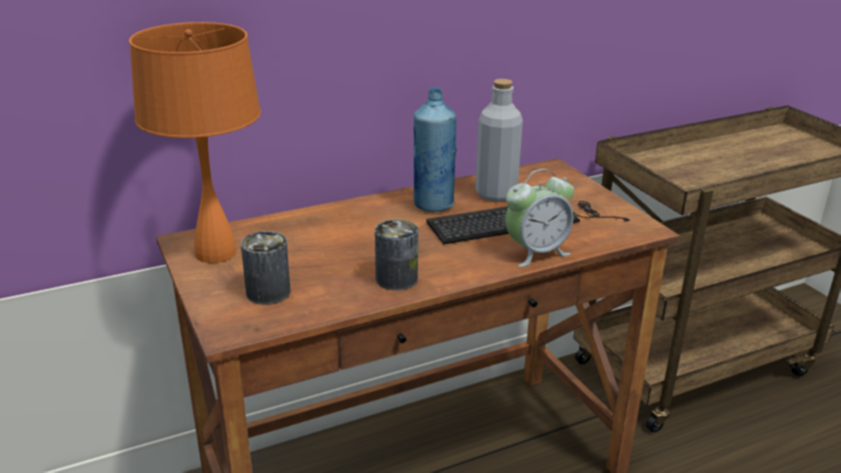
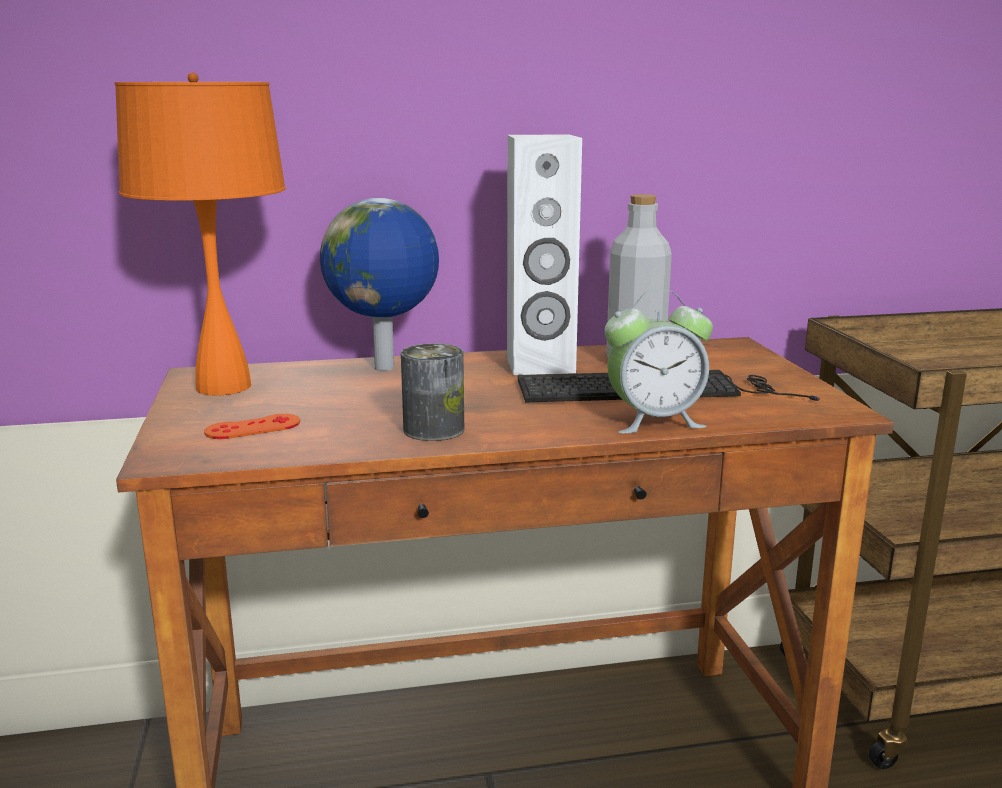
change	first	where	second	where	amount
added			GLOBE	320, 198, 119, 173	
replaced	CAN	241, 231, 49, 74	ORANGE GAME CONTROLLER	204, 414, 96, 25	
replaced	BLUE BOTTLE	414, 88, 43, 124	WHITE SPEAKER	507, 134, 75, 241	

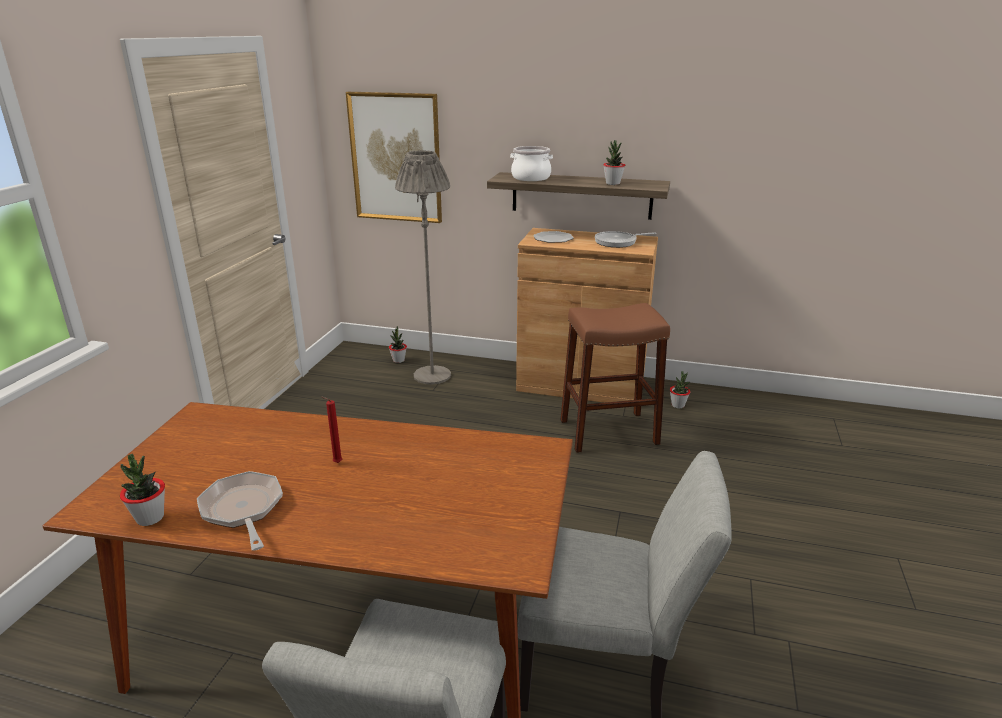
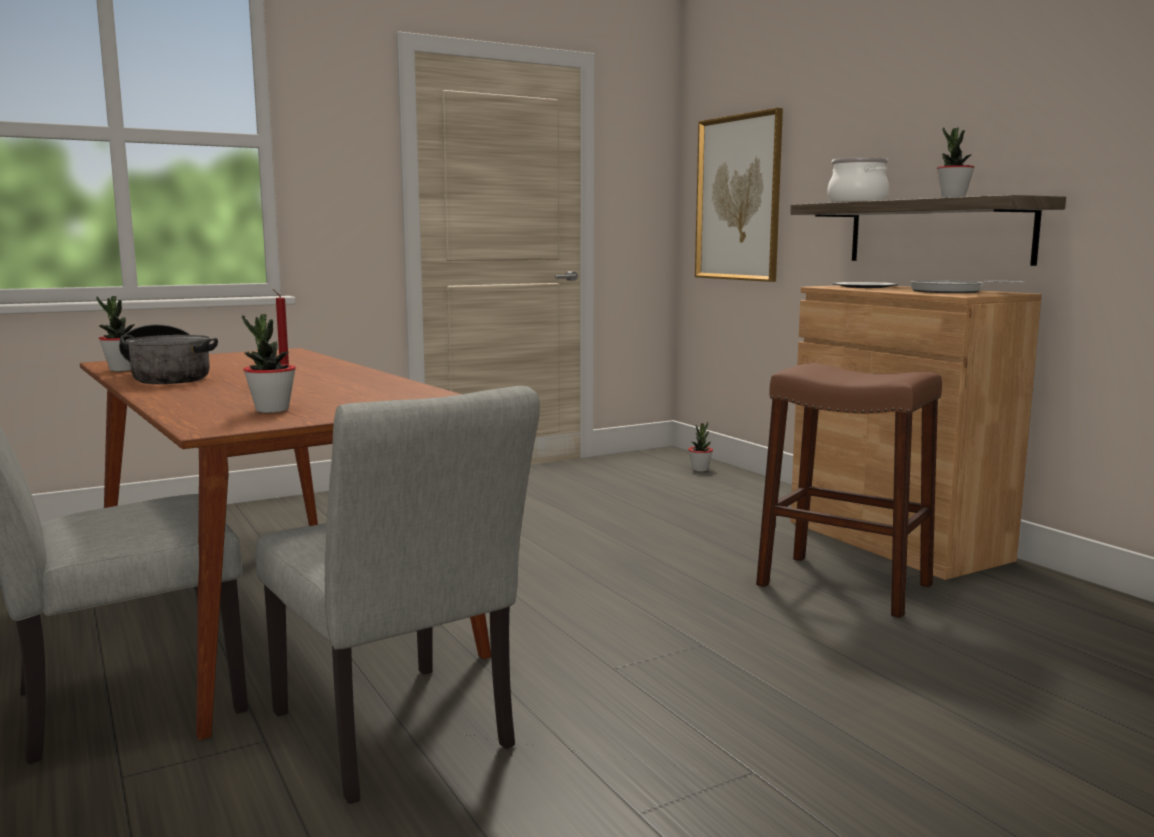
change	first	where	second	where	amount
removed	GREY FLOOR LAMP	395, 150, 56, 235			
moved	POTTED PLANT	670, 371, 20, 38		242, 314, 54, 99	
replaced	FRYING PAN	197, 471, 86, 80	COOKING POT	119, 324, 99, 60	

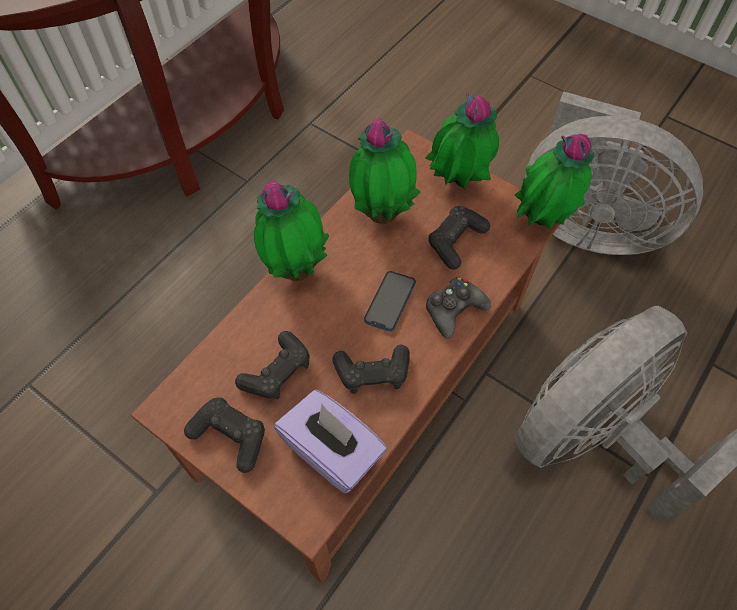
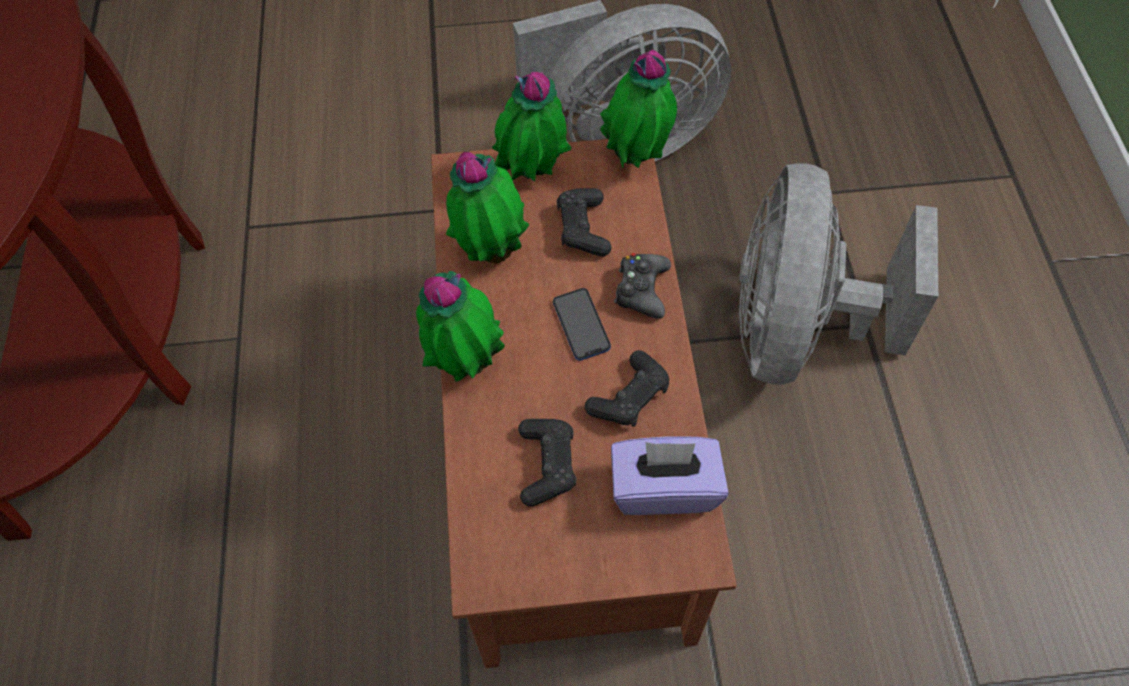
change	first	where	second	where	amount
removed	BLACK GAME CONTROLLER	184, 398, 81, 75			

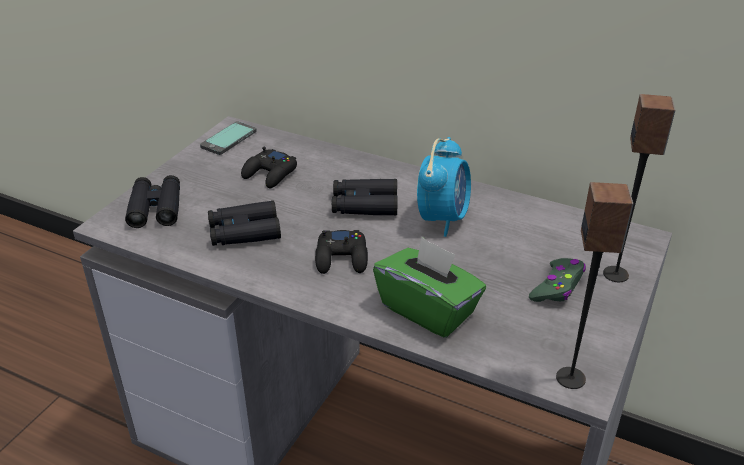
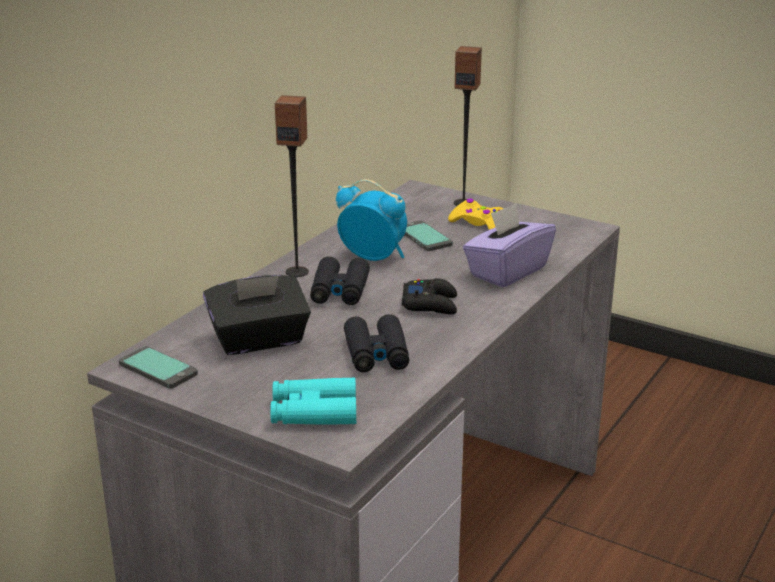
change	first	where	second	where	amount
added			PHONE	404, 220, 49, 31	
moved	SPEAKER	556, 182, 77, 207		275, 95, 34, 182	
replaced	BLACK GAME CONTROLLER	241, 147, 56, 41	BLACK TISSUE BOX	203, 275, 108, 80	
recoloured	BLACK BINOCULARS	125, 175, 55, 53	TURQUOISE BINOCULARS	270, 377, 86, 48	
recoloured	GREEN TISSUE BOX	373, 237, 113, 101	PURPLE TISSUE BOX	463, 203, 93, 84	
recoloured	GREEN GAME CONTROLLER	529, 258, 57, 44	YELLOW GAME CONTROLLER	448, 198, 56, 32	

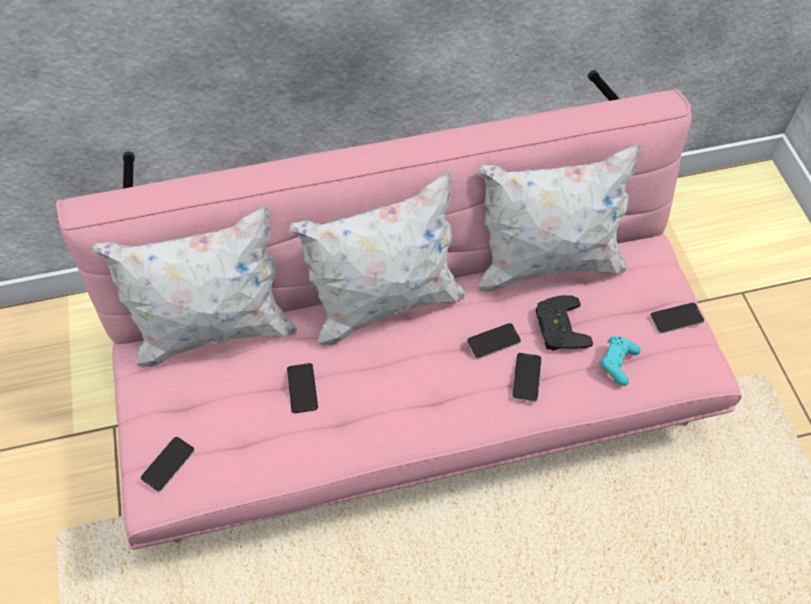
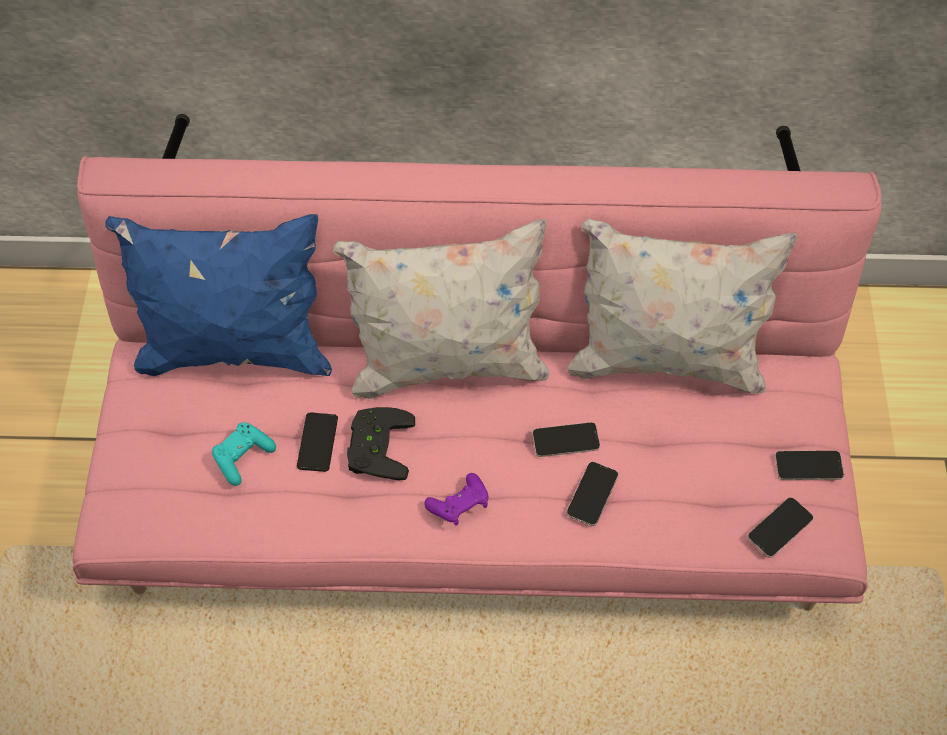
change	first	where	second	where	amount
added			PURPLE GAME CONTROLLER	424, 473, 64, 53	
moved	PHONE	140, 436, 55, 56		747, 497, 67, 61	
moved	BLACK GAME CONTROLLER	535, 295, 58, 56		347, 407, 68, 73	
moved	TURQUOISE GAME CONTROLLER	599, 336, 42, 50		212, 422, 64, 64	
recoloured	WHITE PILLOW	92, 206, 205, 161	BLUE PILLOW	105, 214, 227, 162	

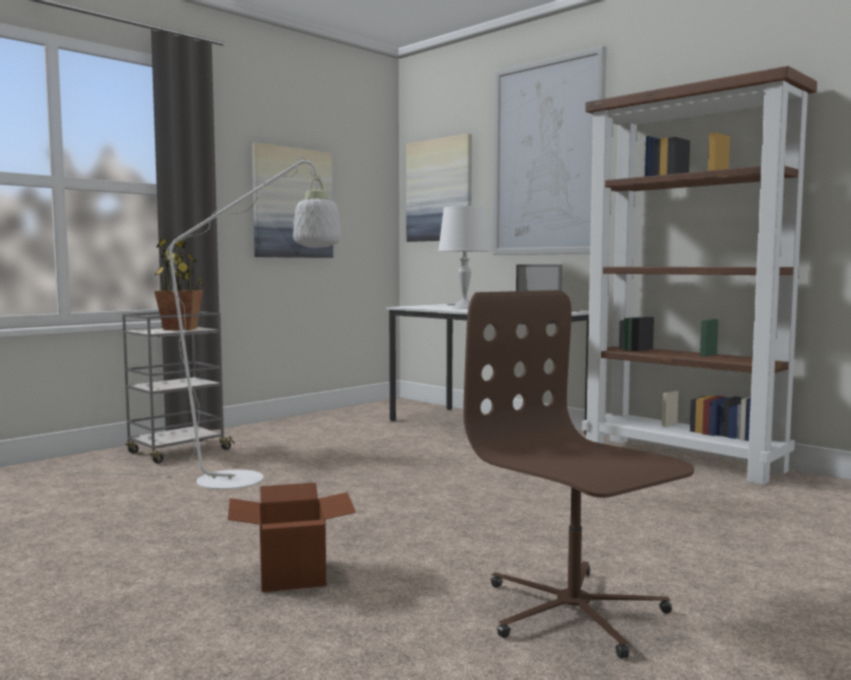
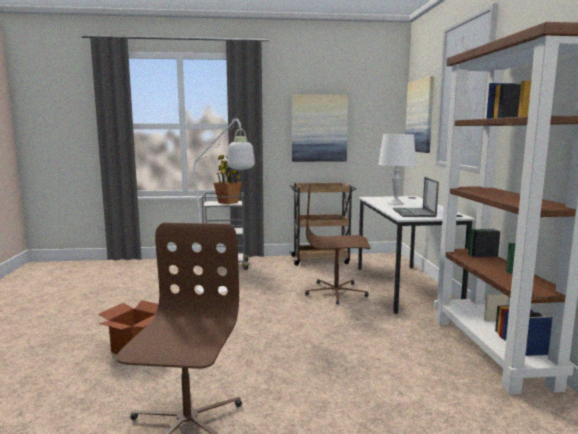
change	first	where	second	where	amount
added			BROWN CART	289, 183, 67, 83	
added			BROWN OFFICE CHAIR	305, 184, 66, 120	

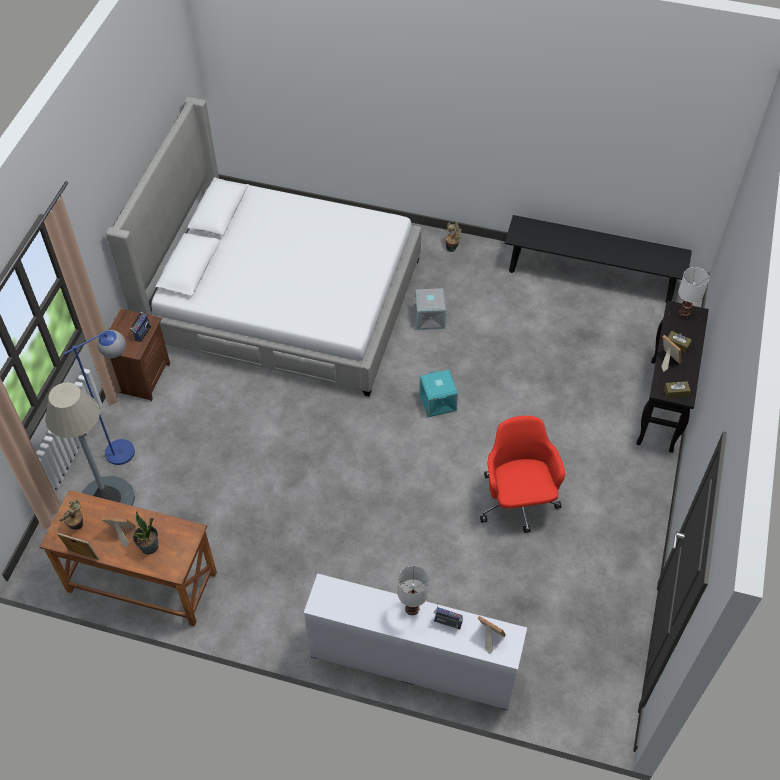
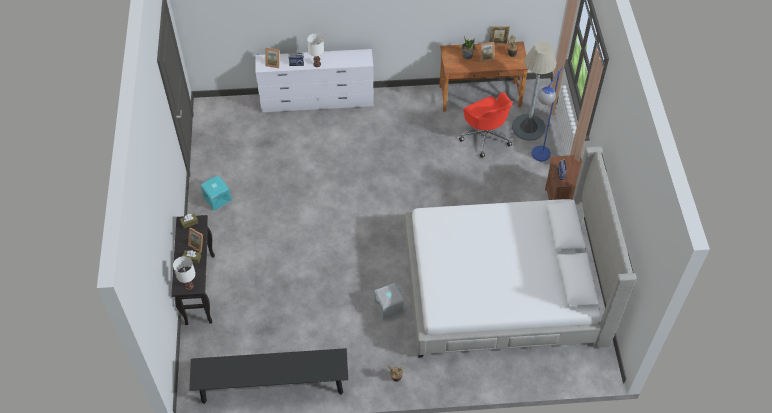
change	first	where	second	where	amount
moved	TURQUOISE STORAGE BOX	419, 370, 39, 47		200, 175, 32, 36	
moved	RED OFFICE CHAIR	480, 416, 86, 117		459, 92, 54, 66	

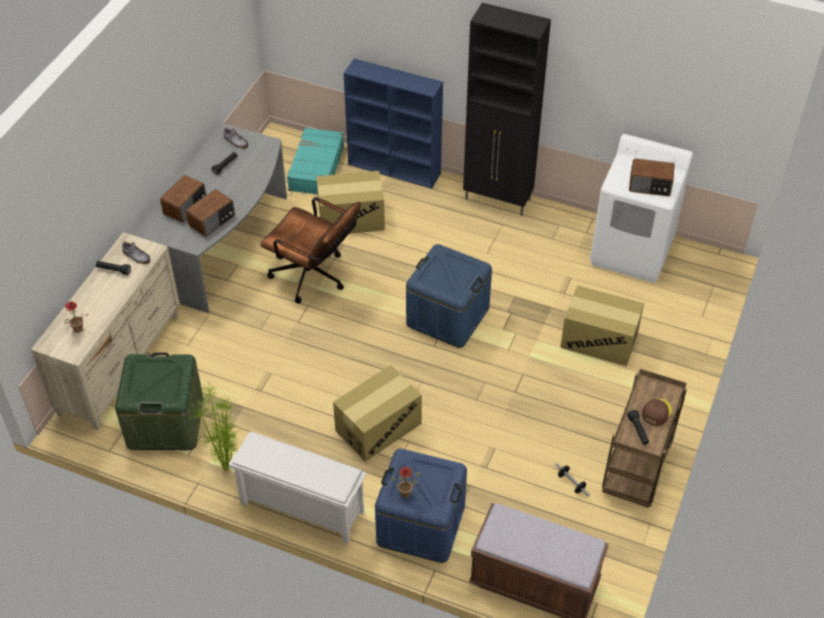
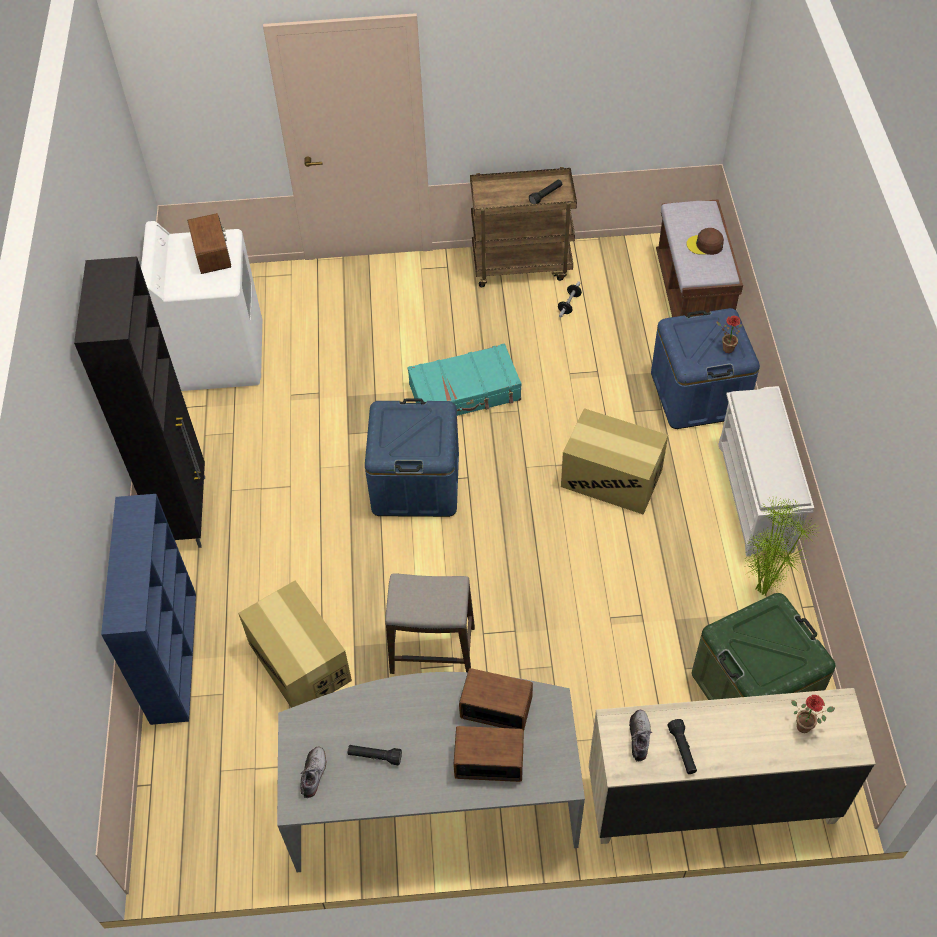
change	first	where	second	where	amount
removed	CARDBOARD BOX	560, 285, 84, 81			
moved	TURQUOISE SUITCASE	286, 127, 58, 67		407, 343, 114, 73	
moved	BROWN CAP	642, 398, 30, 28		686, 228, 38, 27	
replaced	BROWN OFFICE CHAIR	260, 197, 101, 107	STOOL	385, 573, 90, 101	

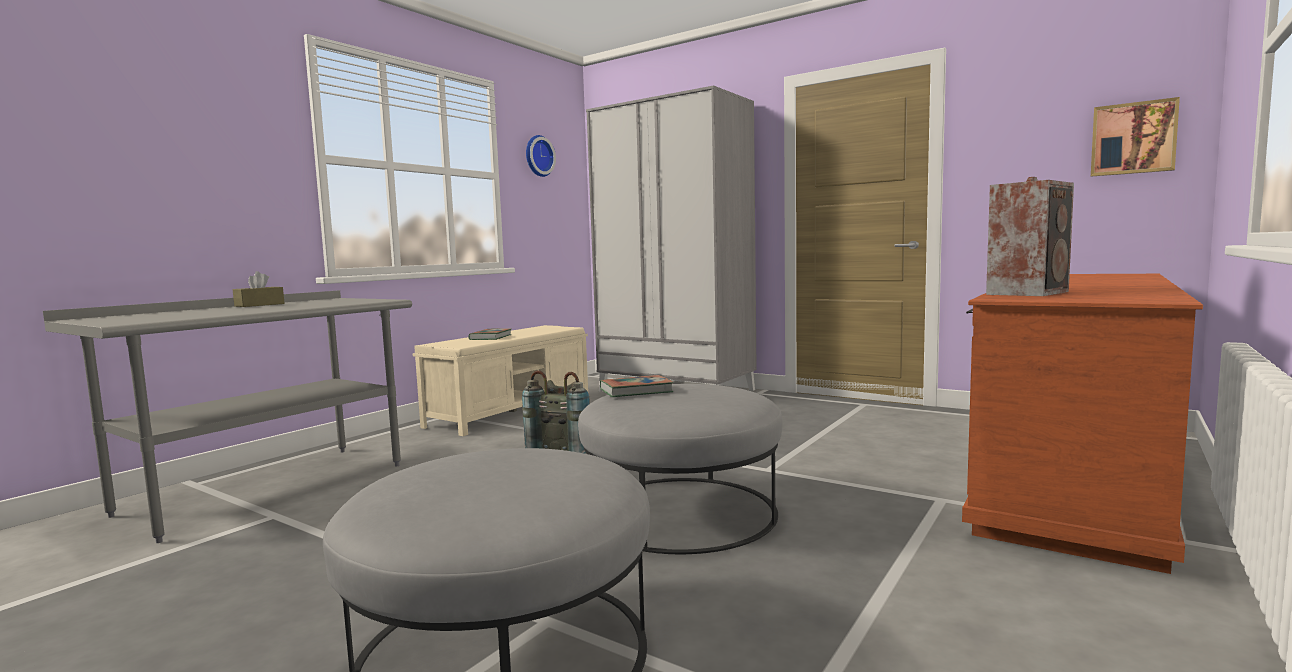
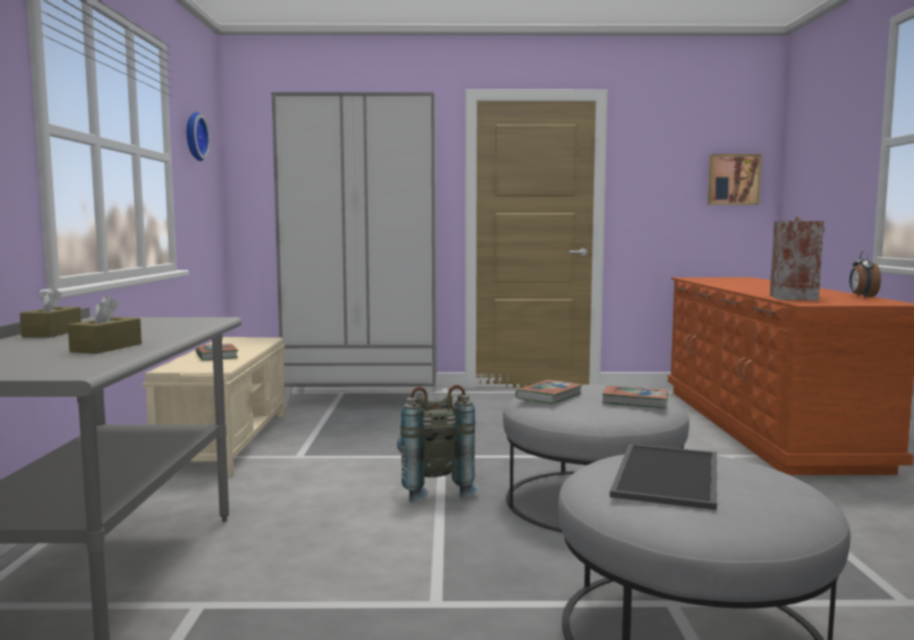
change	first	where	second	where	amount
added			BROWN TISSUE BOX	68, 295, 74, 59	
added			BOOK	602, 385, 66, 24	
added			TRAY	610, 444, 107, 66	
added			ALARM CLOCK	849, 251, 32, 47	

